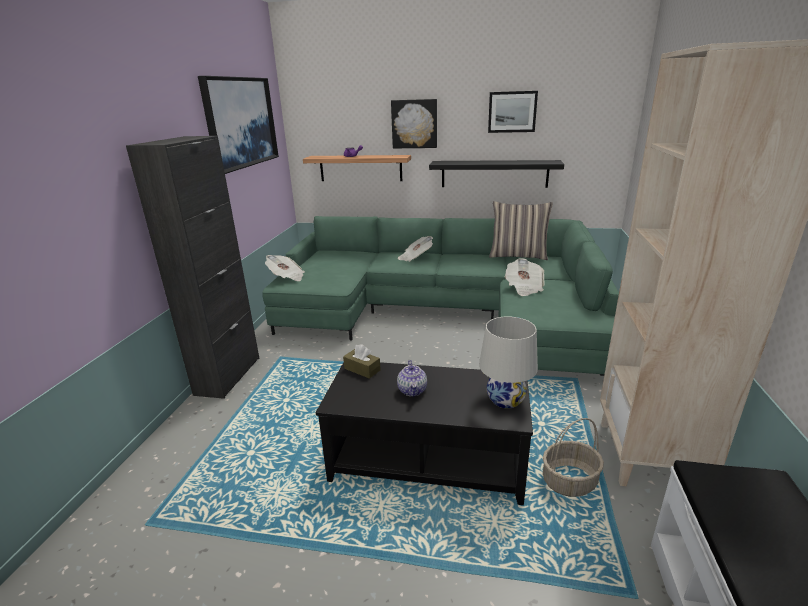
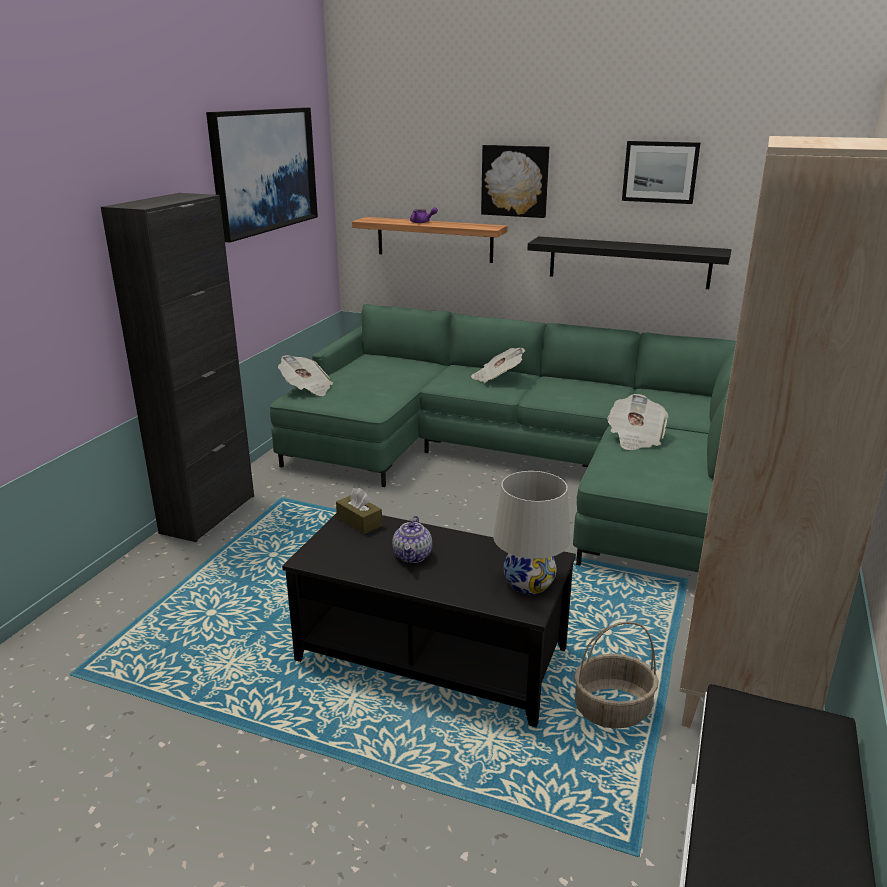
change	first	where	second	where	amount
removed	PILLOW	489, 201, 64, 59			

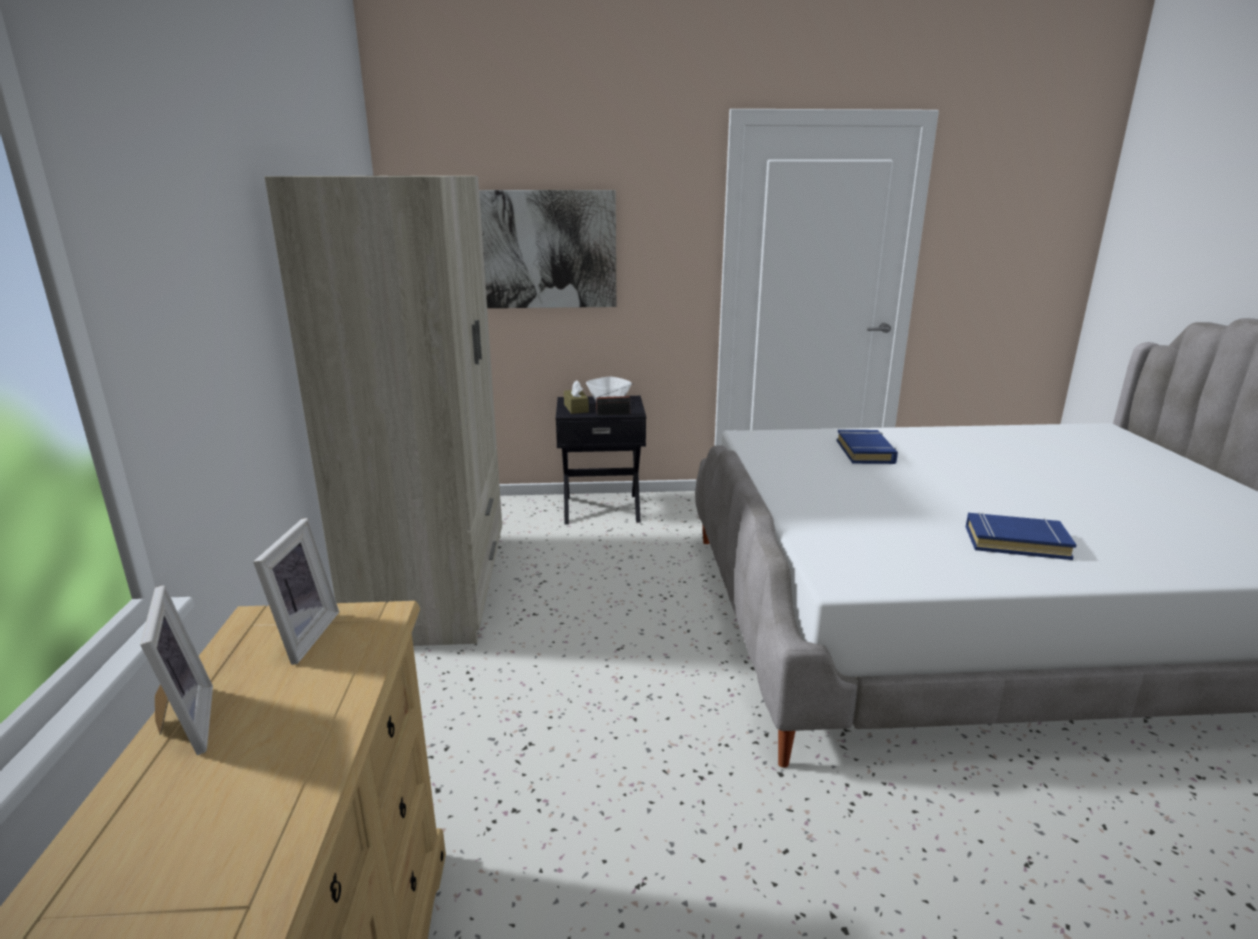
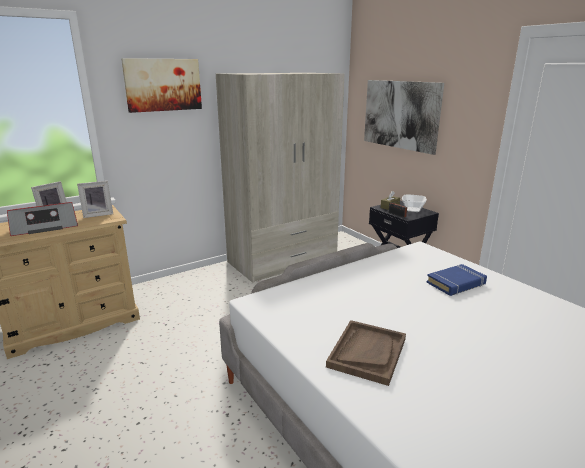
change	first	where	second	where	amount
added			RADIO	7, 202, 71, 34	
added			PICTURE	121, 58, 81, 55	
replaced	BLUE BOOK	966, 512, 110, 48	BROWN TRAY	326, 320, 80, 66	

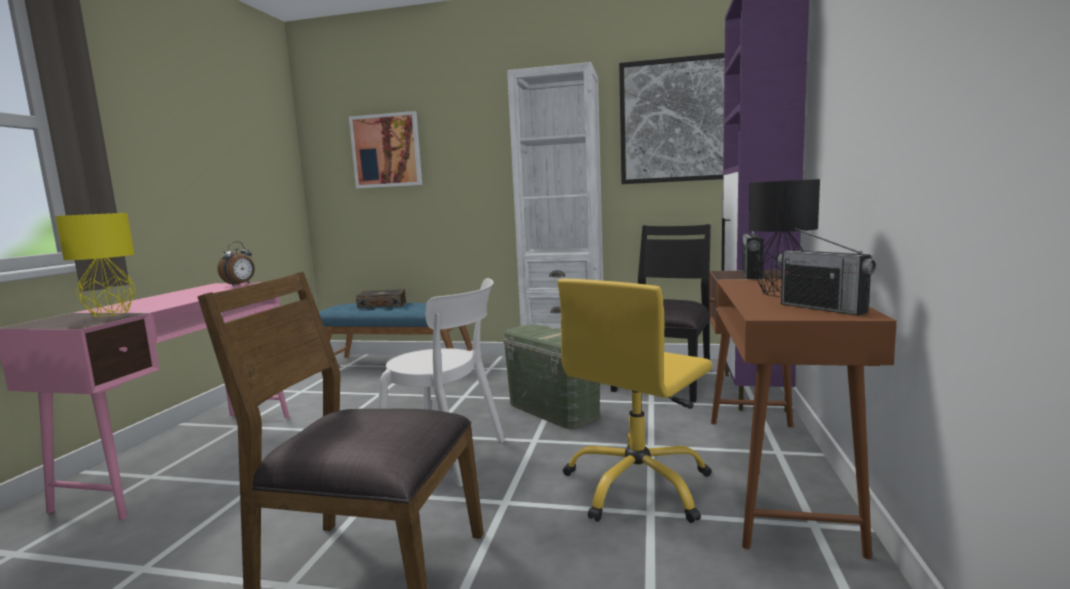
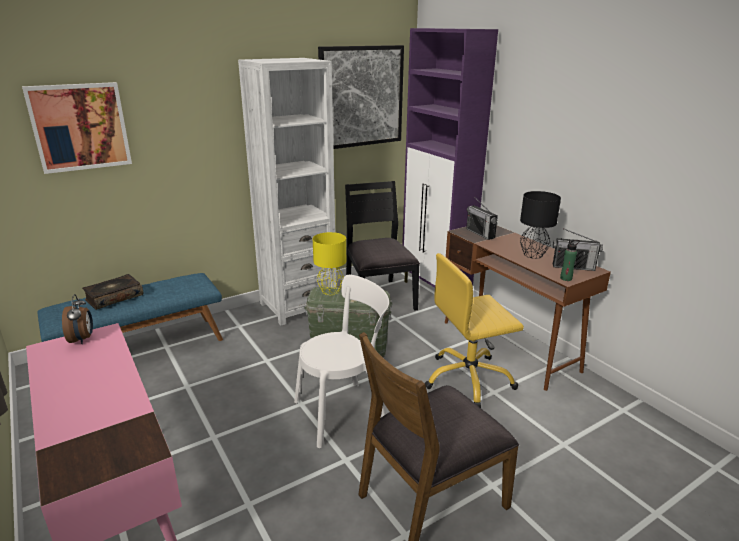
change	first	where	second	where	amount
added			GREEN BOTTLE	560, 239, 20, 42	
moved	YELLOW TABLE LAMP	55, 213, 81, 104		313, 232, 33, 63	
turned	YELLOW OFFICE CHAIR	558, 279, 154, 244		425, 253, 99, 155	75 degrees clockwise

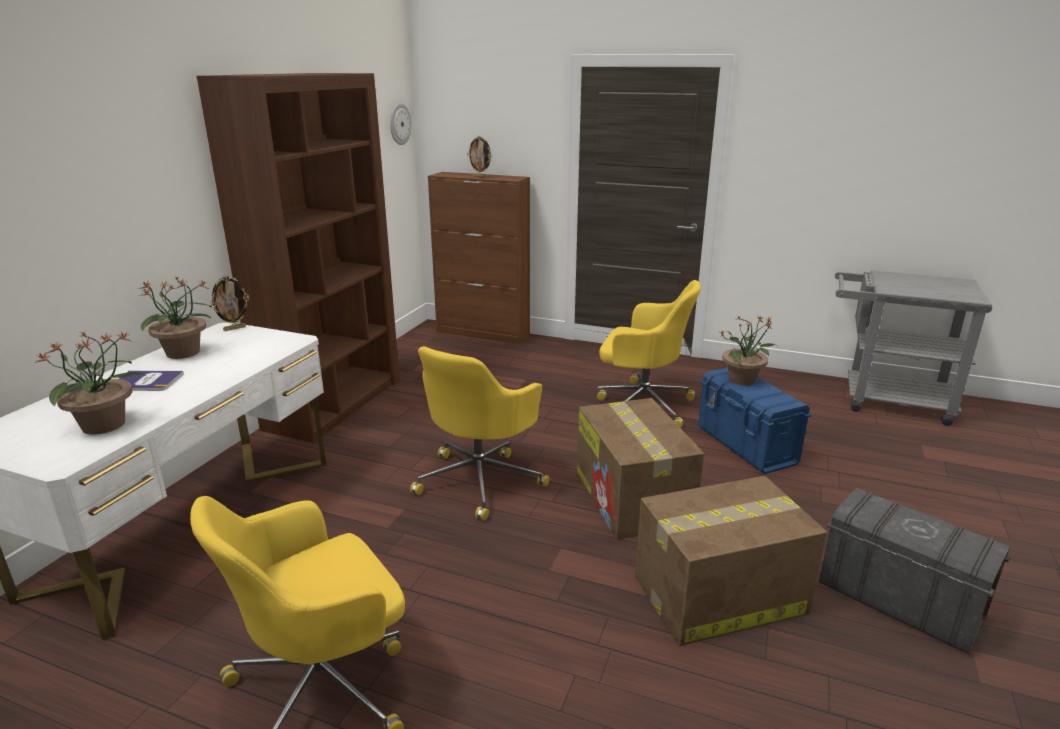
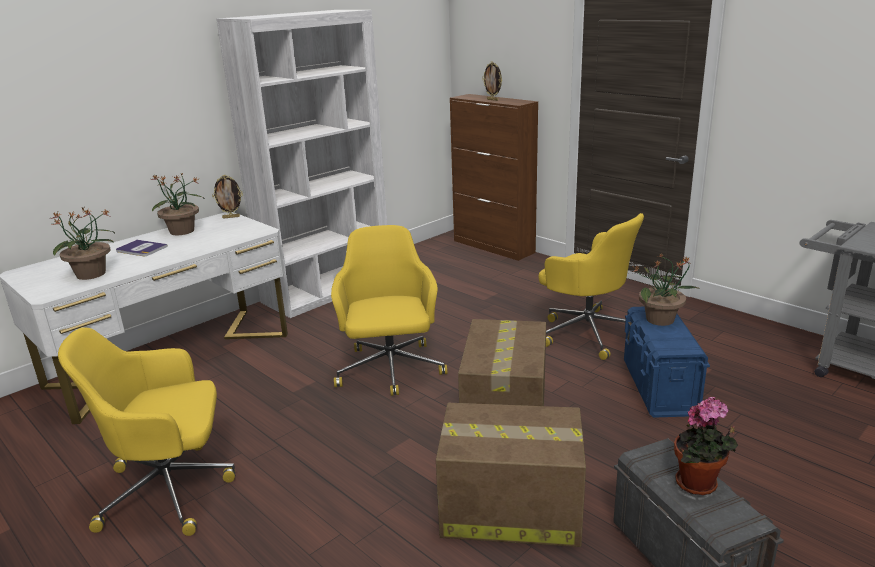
change	first	where	second	where	amount
removed	WALL CLOCK	390, 103, 22, 42			
added			POTTED PLANT	674, 397, 64, 98	
recoloured	BROWN BOOKCASE	197, 73, 203, 370	WHITE BOOKCASE	216, 10, 171, 308	
turned	YELLOW OFFICE CHAIR	410, 346, 139, 174		331, 225, 116, 171	120 degrees clockwise

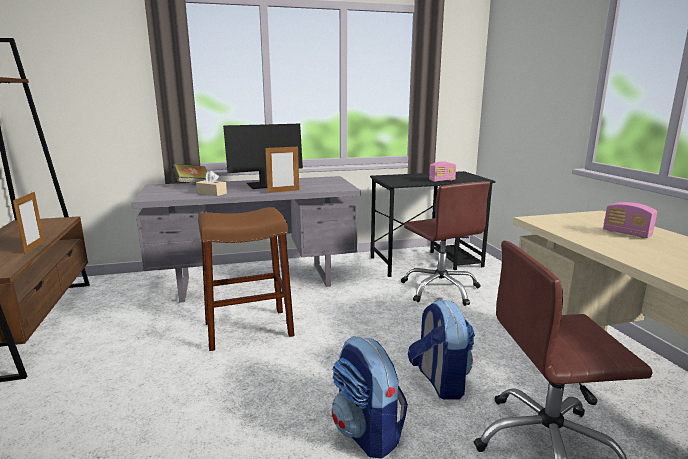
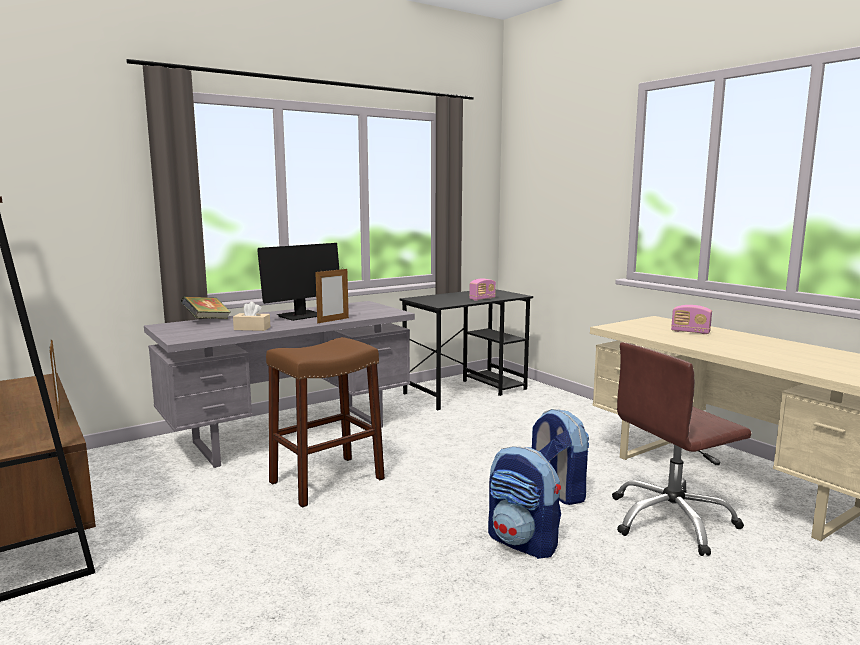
change	first	where	second	where	amount
removed	BROWN OFFICE CHAIR	401, 181, 89, 125			

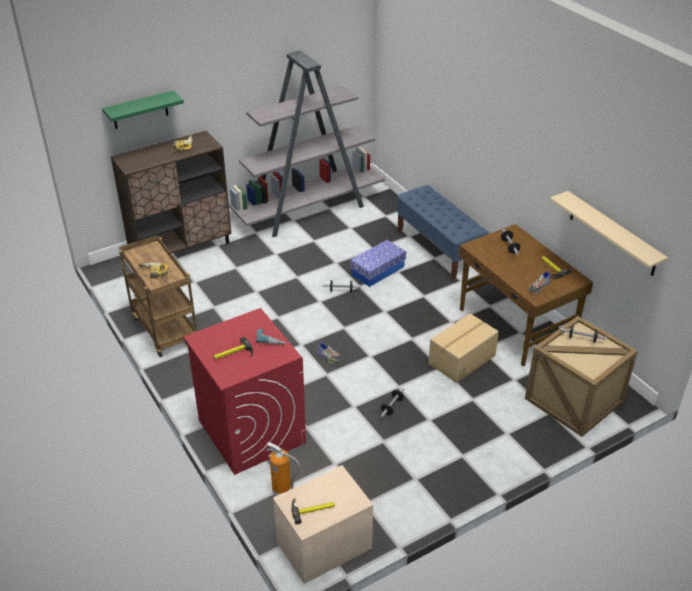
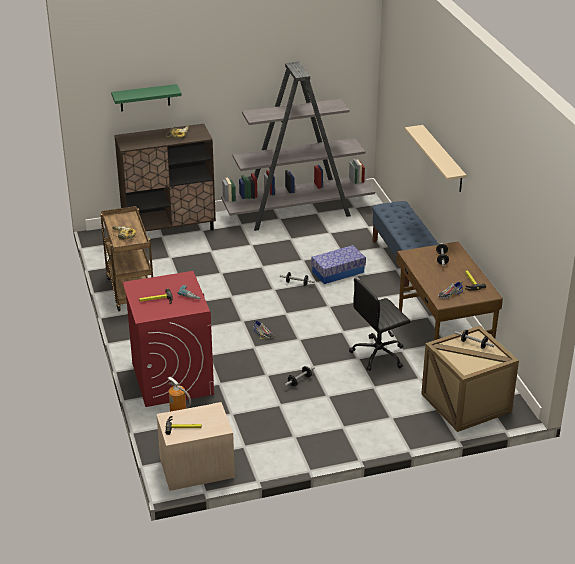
change	first	where	second	where	amount
moved	BEIGE SHELF	550, 191, 118, 85		405, 125, 61, 67	
replaced	CARDBOARD BOX	428, 313, 71, 70	BLACK OFFICE CHAIR	349, 278, 61, 93	

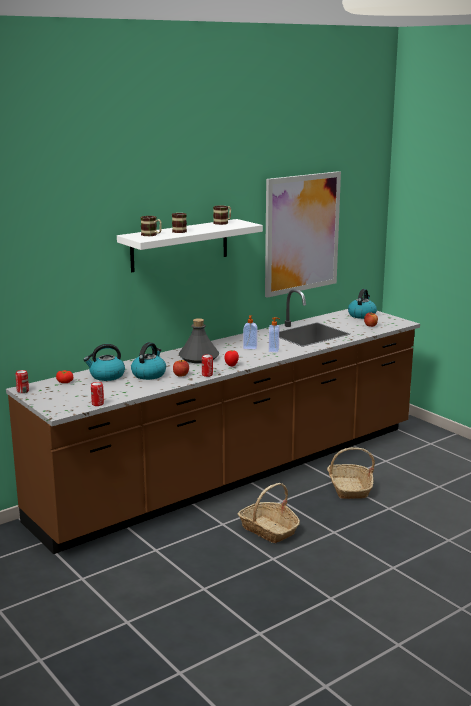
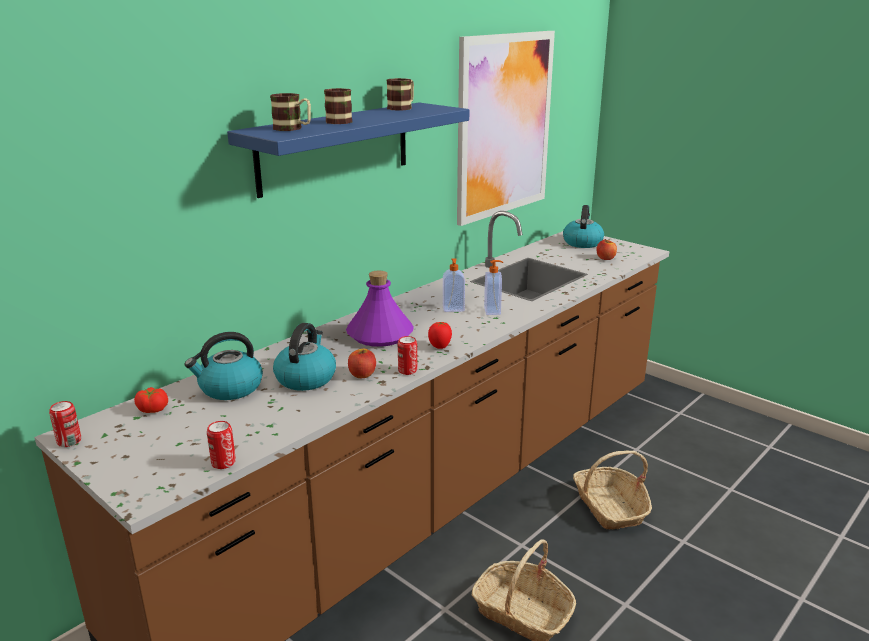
change	first	where	second	where	amount
recoloured	WHITE SHELF	117, 219, 146, 53	BLUE SHELF	227, 103, 242, 95	
recoloured	GREY BOTTLE	179, 318, 40, 45	PURPLE BOTTLE	346, 271, 68, 76	

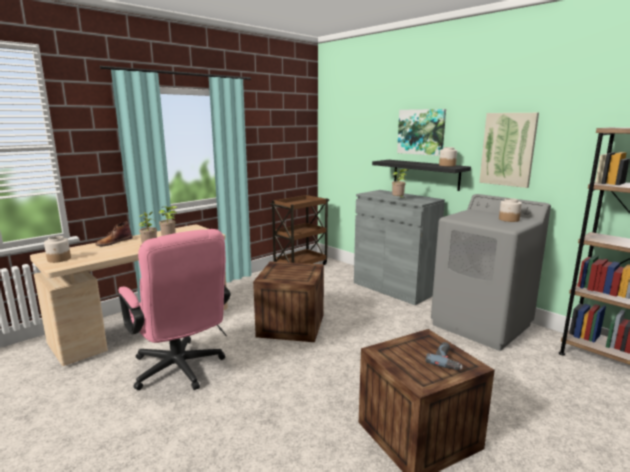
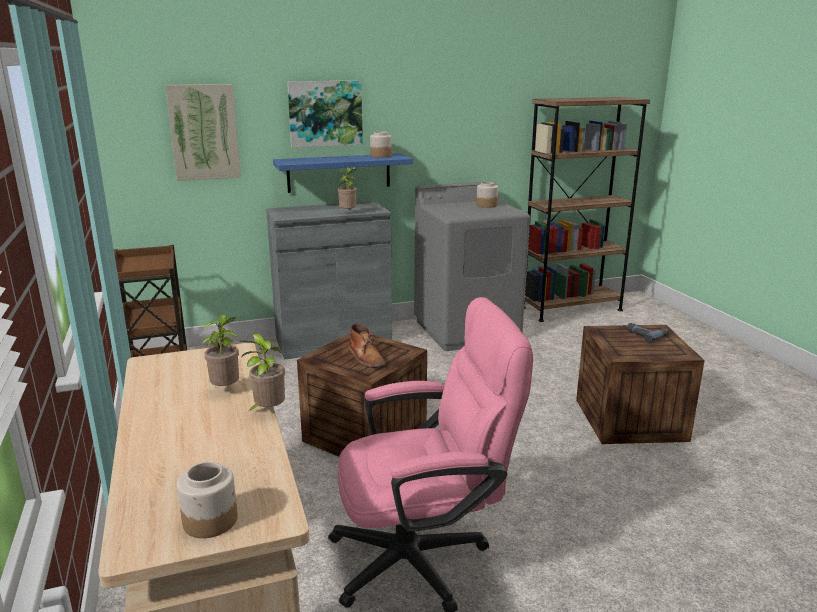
change	first	where	second	where	amount
moved	BROWN BOOT	96, 222, 37, 25		348, 324, 38, 44	
moved	PICTURE	479, 113, 60, 75		165, 84, 76, 97	
recoloured	BLACK SHELF	372, 160, 99, 31	BLUE SHELF	273, 153, 140, 40	

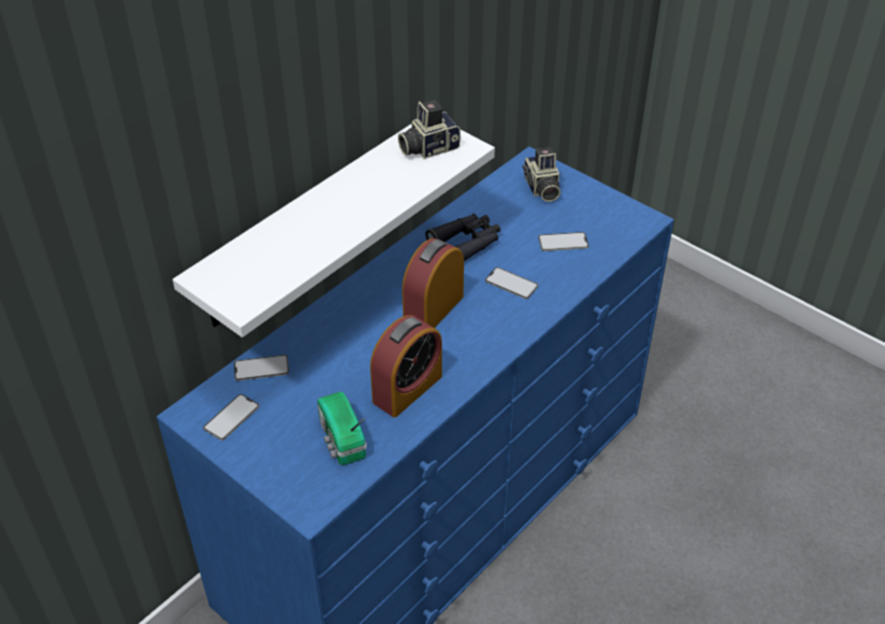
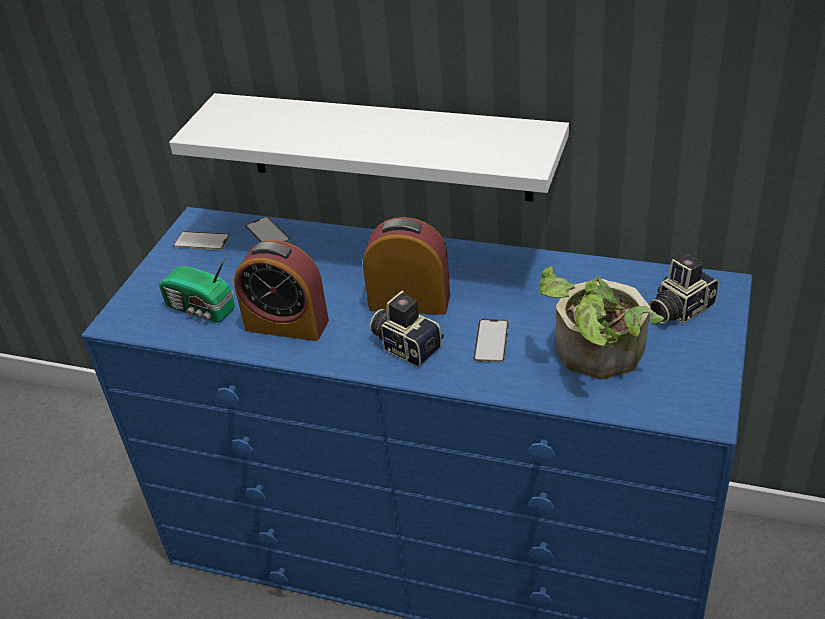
change	first	where	second	where	amount
removed	BLACK BINOCULARS	425, 214, 75, 47			
moved	PHOTO CAMERA	398, 100, 63, 59		370, 291, 74, 76	
replaced	PHONE	538, 232, 51, 19	POTTED PLANT	539, 266, 125, 114	
turned	RADIO	317, 392, 50, 73		159, 253, 76, 70	105 degrees counterclockwise

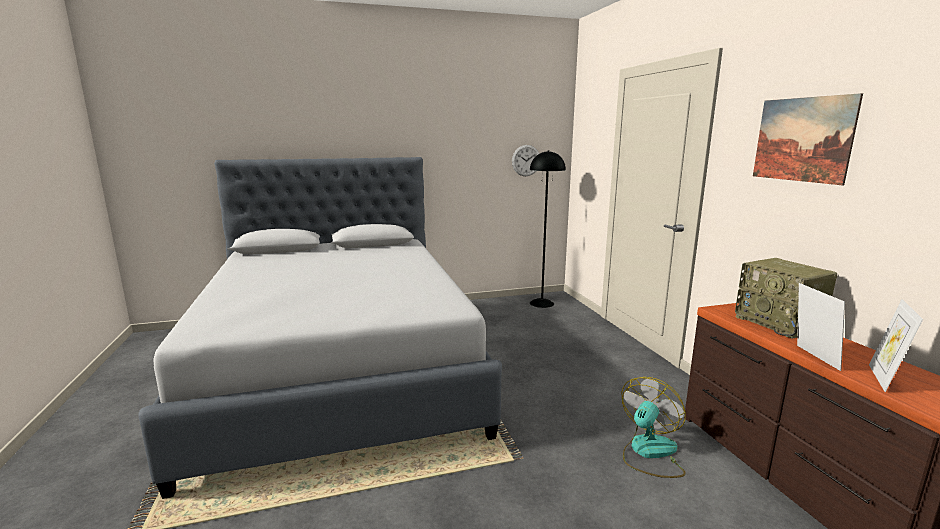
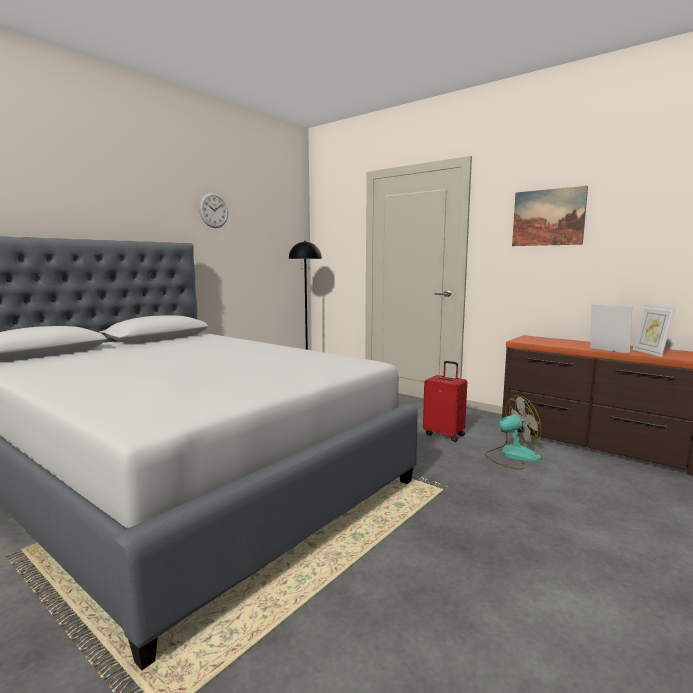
change	first	where	second	where	amount
removed	RADIO	735, 258, 102, 81			
added			RED SUITCASE	423, 361, 44, 81	
moved	WALL CLOCK	512, 145, 27, 31		199, 193, 29, 35	
turned	FAN	622, 377, 64, 101		485, 395, 56, 75	75 degrees clockwise

